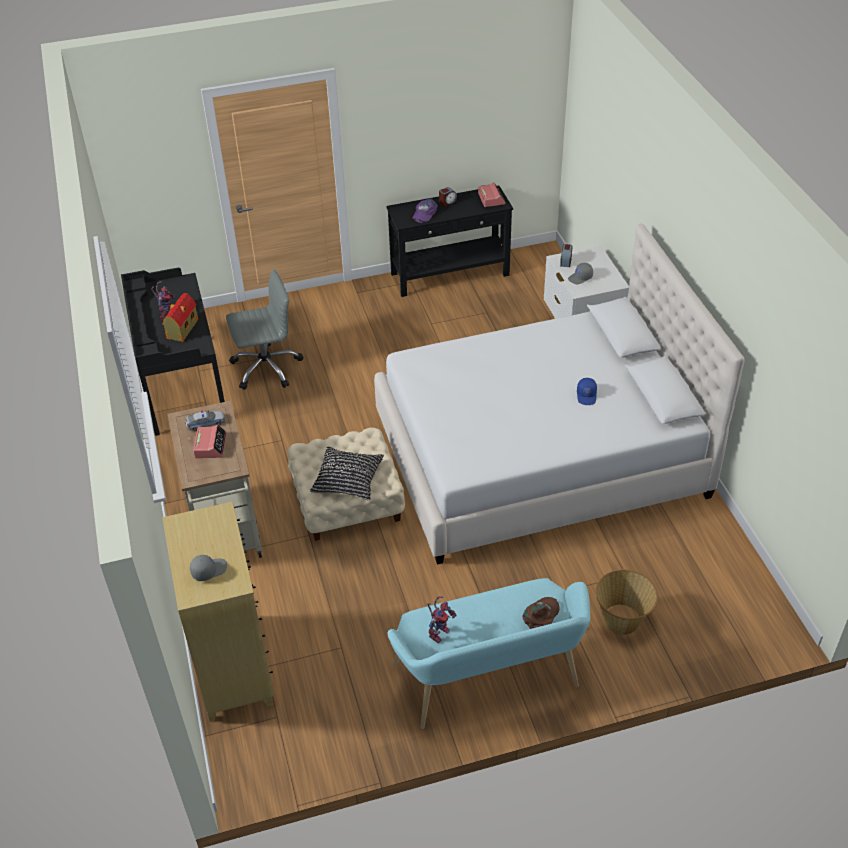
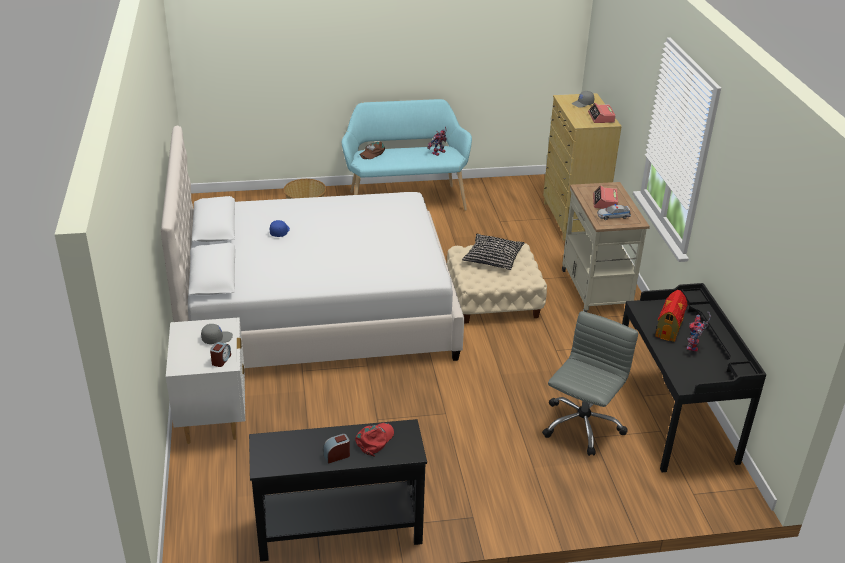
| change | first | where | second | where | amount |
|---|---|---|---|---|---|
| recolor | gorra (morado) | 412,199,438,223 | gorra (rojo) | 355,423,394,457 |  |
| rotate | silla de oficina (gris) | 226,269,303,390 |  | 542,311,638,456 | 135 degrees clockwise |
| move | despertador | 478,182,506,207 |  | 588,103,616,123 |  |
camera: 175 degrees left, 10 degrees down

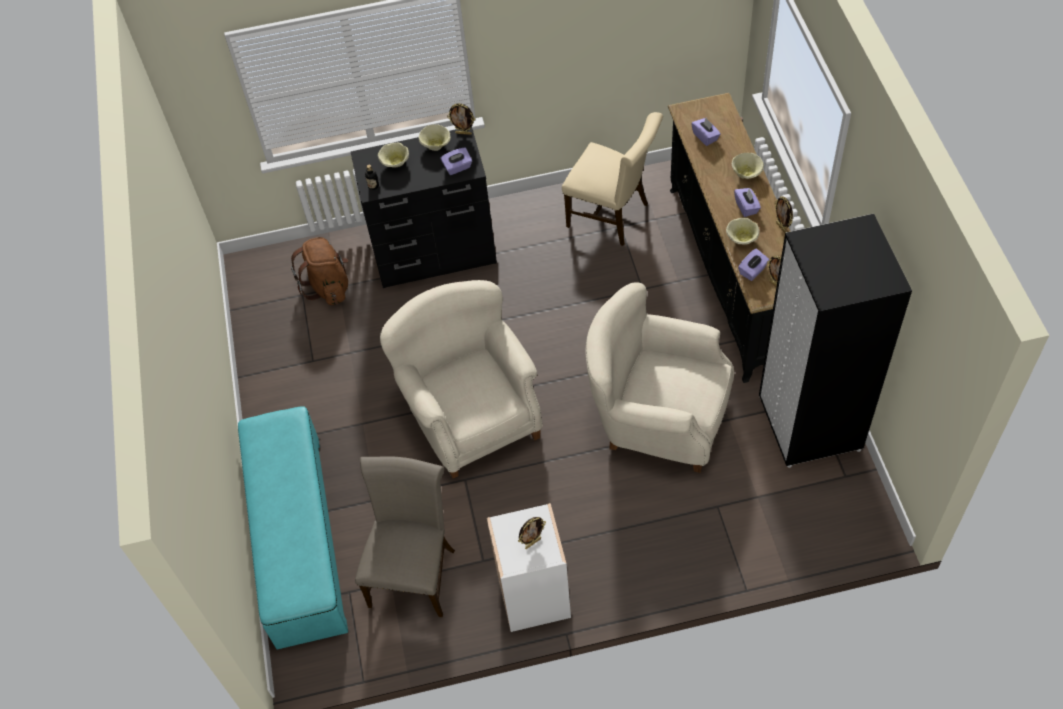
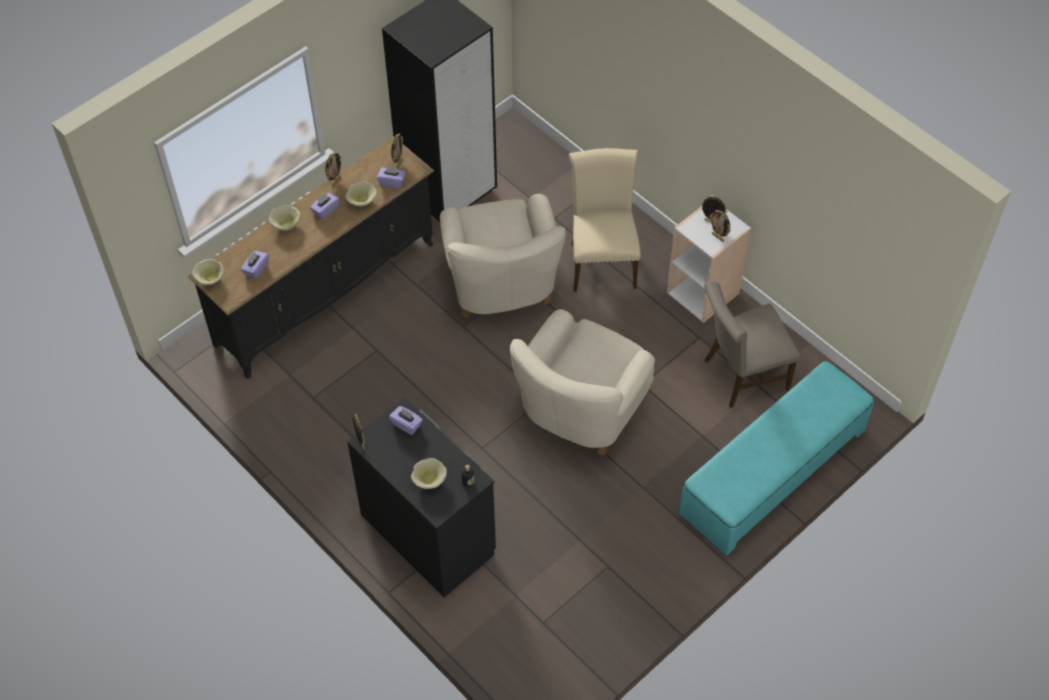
| change | first | where | second | where | amount |
|---|---|---|---|---|---|
| move | cuenco (beis) | 419,124,451,151 |  | 192,259,224,285 |  |
| move | silla (beis) | 562,112,663,246 |  | 569,148,641,292 |  |
| insert |  |  | portarretratos | 709,210,731,242 |  |
| delete | mochila (marrón) | 291,237,348,305 |  |  |  |
camera: 125 degrees left, 0 degrees up

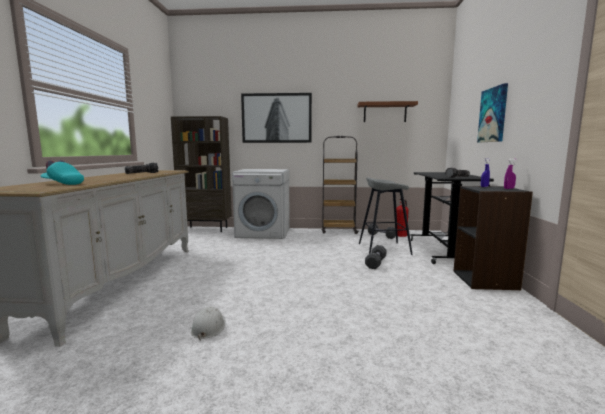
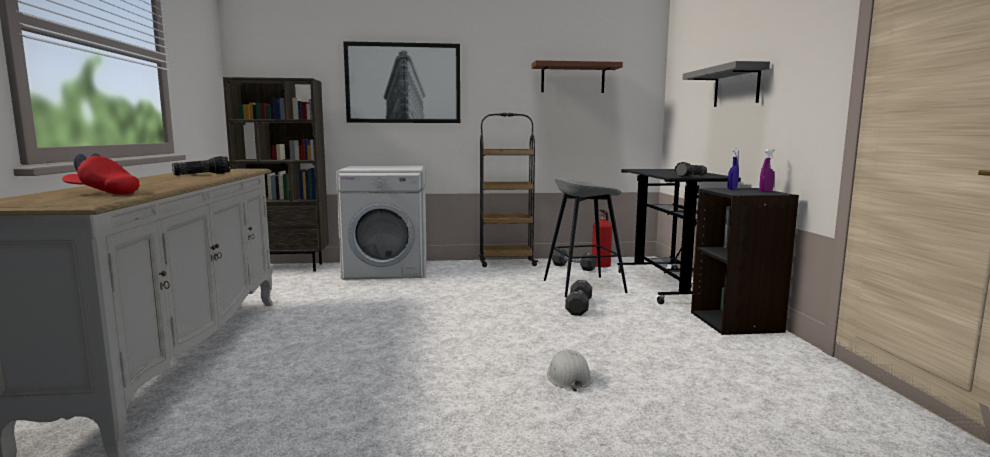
| change | first | where | second | where | amount |
|---|---|---|---|---|---|
| recolor | gorra (turquesa) | 41,160,84,185 | gorra (rojo) | 62,153,139,194 |  |
| move | casco (blanco) | 191,307,225,341 |  | 547,349,592,392 |  |
| replace | cuadro | 477,83,508,142 | estante (gris) | 683,61,770,107 |  |
camera: 10 degrees left, 0 degrees up

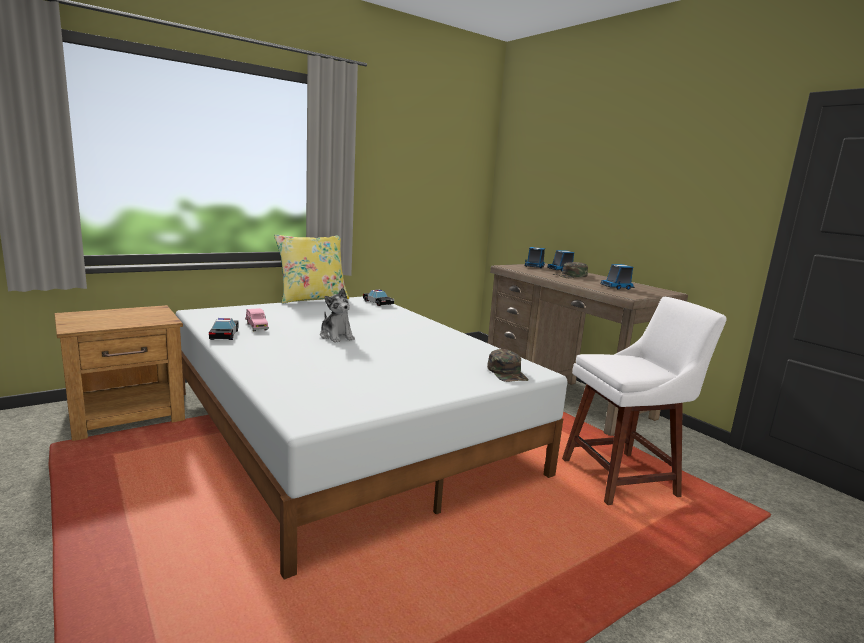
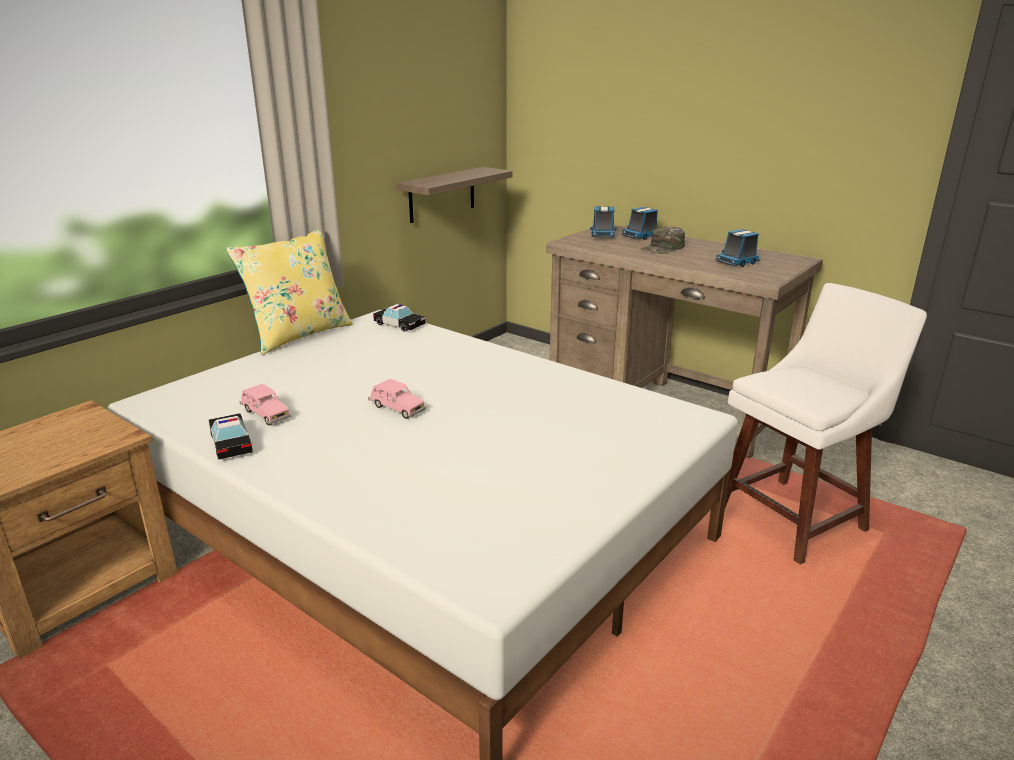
| change | first | where | second | where | amount |
|---|---|---|---|---|---|
| replace | peluche | 320,288,355,342 | coche de juguete (rosa) | 368,379,426,419 |  |
| insert |  |  | estante | 397,167,513,223 |  |
| delete | gorra (verde) | 487,349,529,382 |  |  |  |
camera: 15 degrees left, 10 degrees up

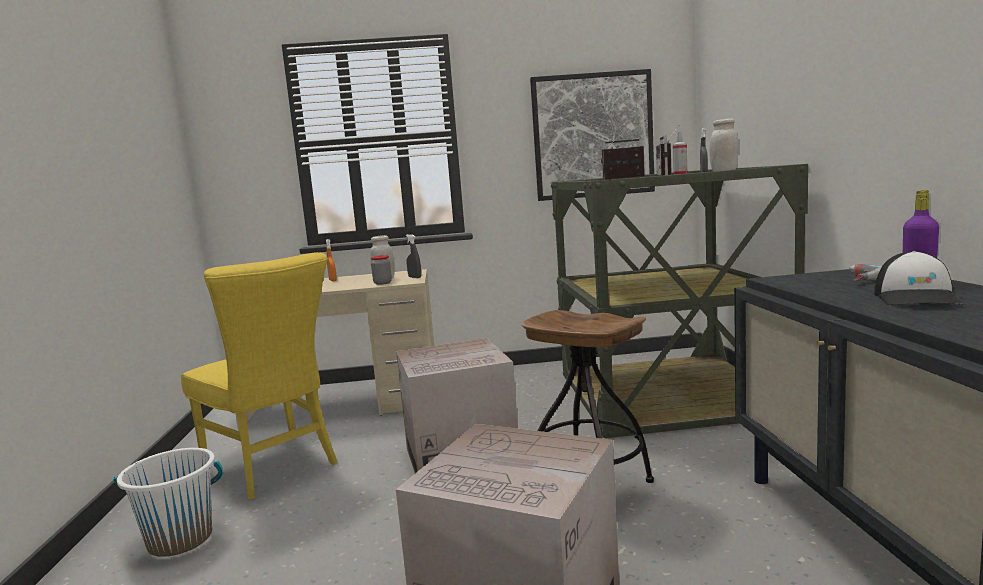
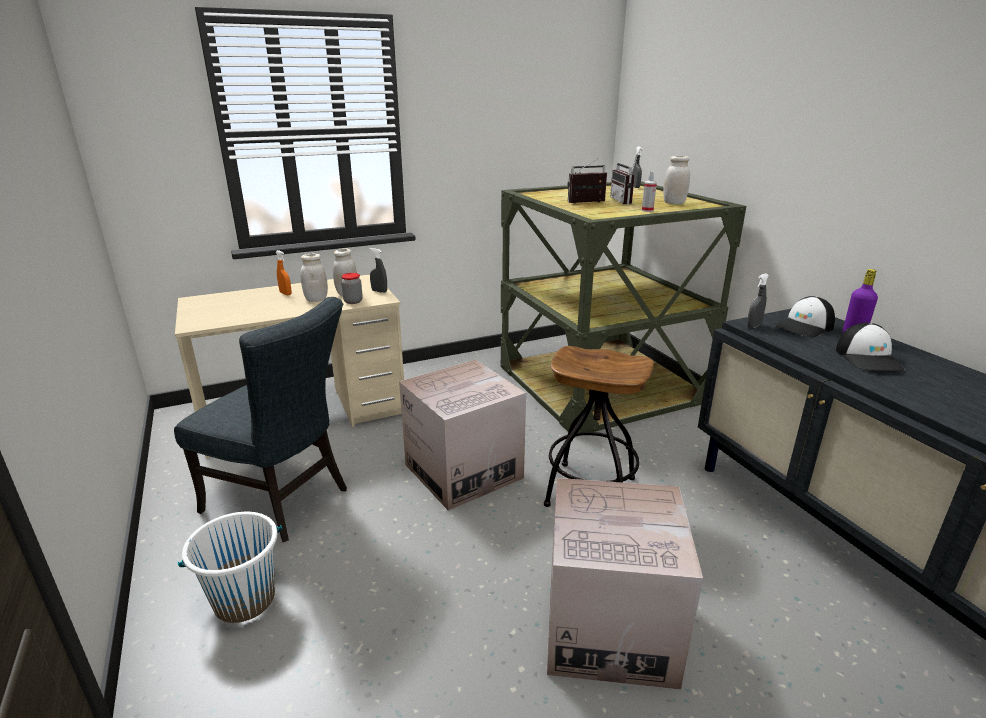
| change | first | where | second | where | amount |
|---|---|---|---|---|---|
| recolor | silla (amarillo) | 181,252,338,499 | silla (gris) | 174,297,347,542 |  |
| insert |  |  | tarro (blanco) | 300,254,328,302 |  |
| insert |  |  | pulverizador (gris) | 747,273,769,328 |  |
| replace | taladro | 849,264,882,282 | gorra | 774,296,835,338 |  |
| delete | cuadro | 530,69,655,201 |  |  |  |
camera: 20 degrees left, 15 degrees up

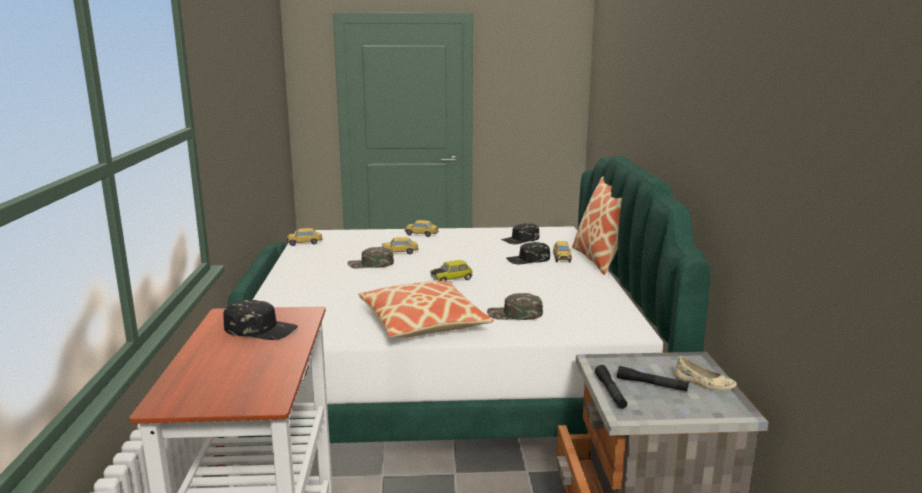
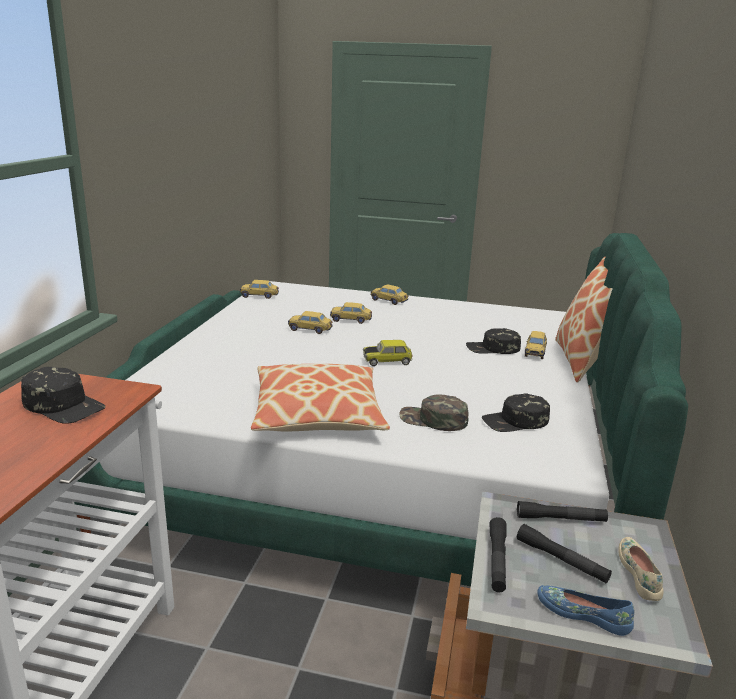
| change | first | where | second | where | amount |
|---|---|---|---|---|---|
| replace | gorra (verde) | 348,247,394,269 | coche de juguete | 288,311,332,334 |  |
| move | gorra (negro) | 501,223,539,244 |  | 482,393,550,432 |  |
| insert |  |  | linterna (negro) | 517,501,608,522 |  |
| insert |  |  | zapato (azul) | 537,585,634,636 |  |
| rotate | zapato (beis) | 674,356,737,391 |  | 618,537,664,601 | 135 degrees counterclockwise |
camera: 15 degrees right, 5 degrees up

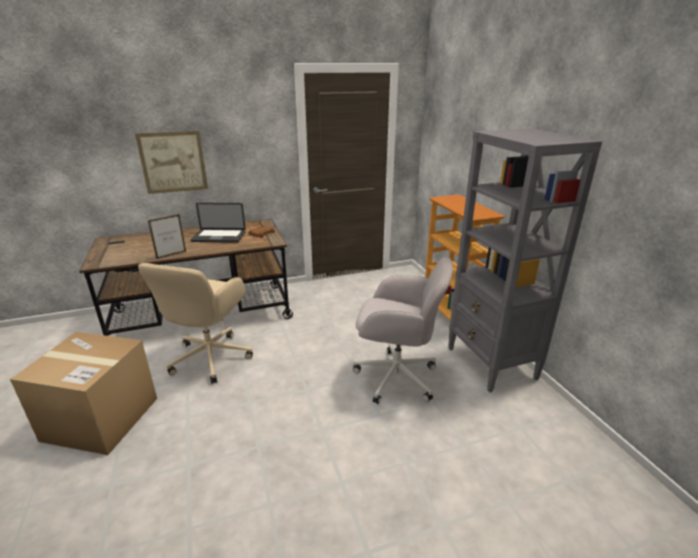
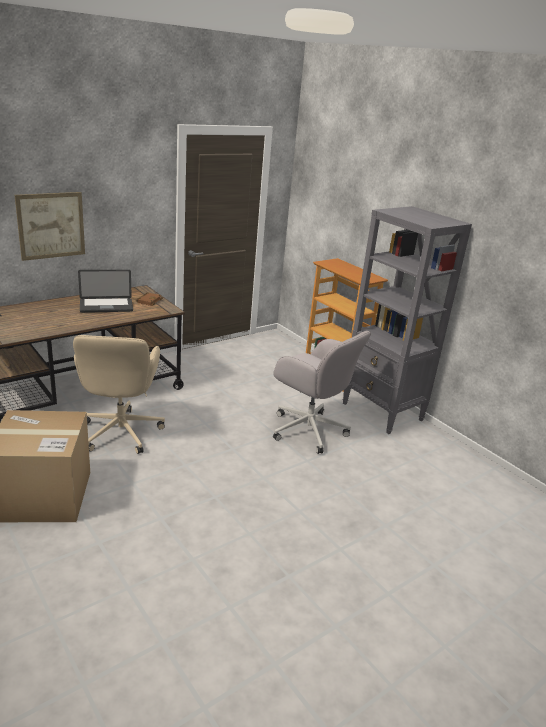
| change | first | where | second | where | amount |
|---|---|---|---|---|---|
| rotate | silla de oficina (gris) | 353,257,453,404 |  | 273,331,371,454 | 45 degrees clockwise |
| delete | portarretratos | 148,214,186,259 |  |  |  |
camera: 20 degrees left, 0 degrees up

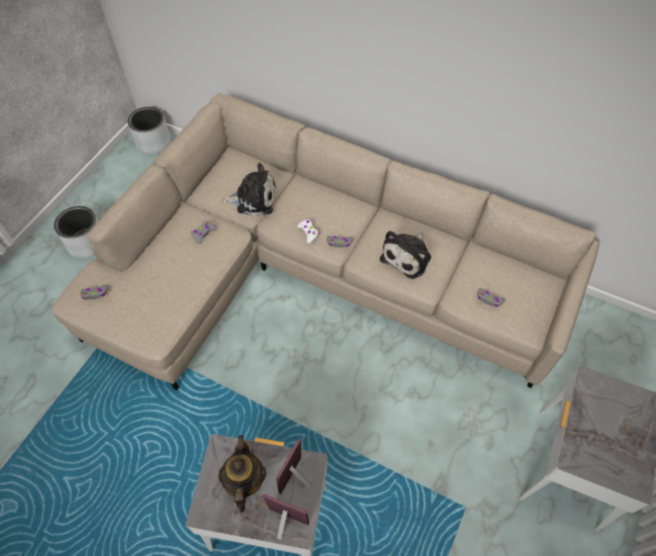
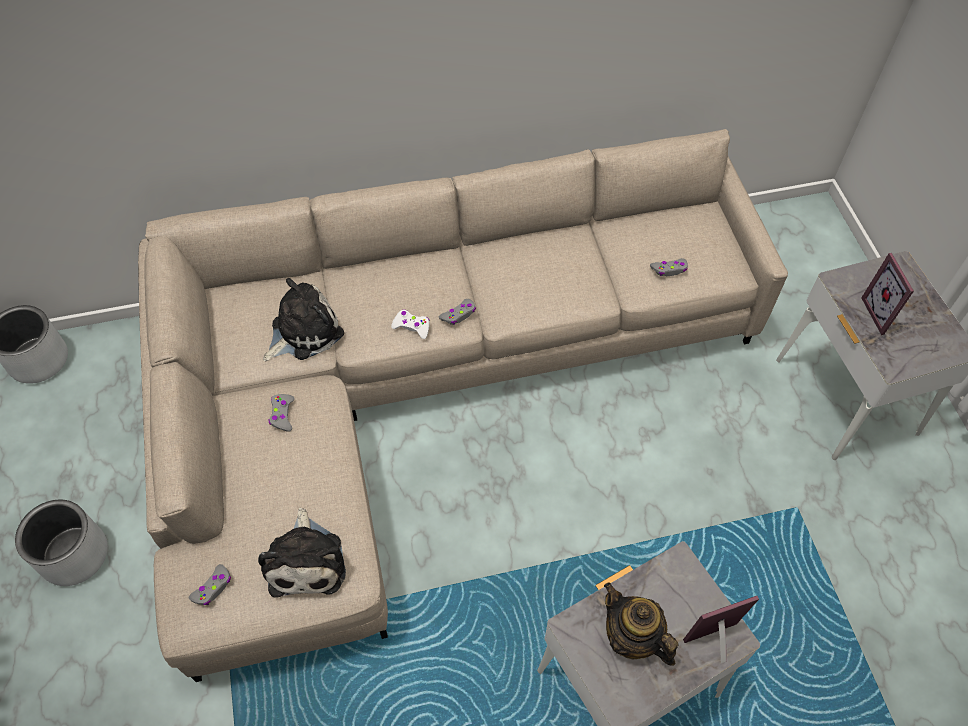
| change | first | where | second | where | amount |
|---|---|---|---|---|---|
| move | peluche | 380,231,431,279 |  | 258,508,346,598 |  |
| move | portarretratos | 276,438,311,494 |  | 861,253,914,335 |  |
camera: 40 degrees left, 0 degrees up

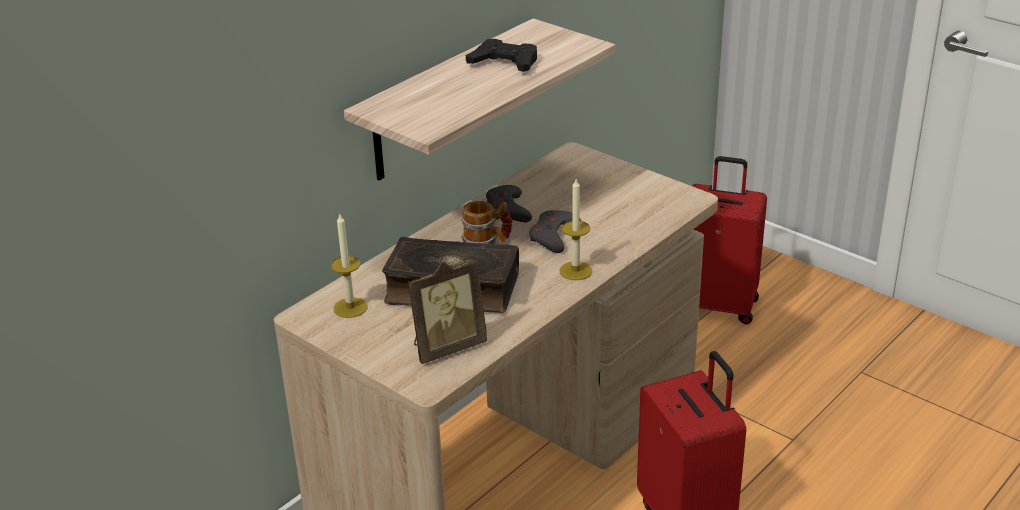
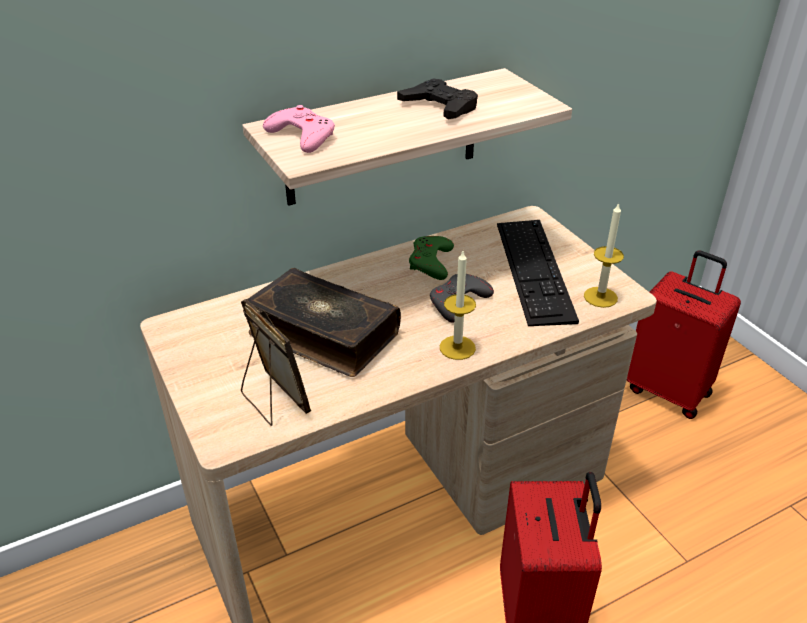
| change | first | where | second | where | amount |
|---|---|---|---|---|---|
| rotate | portarretratos | 408,259,487,364 |  | 241,299,311,426 | 120 degrees counterclockwise |
| insert |  |  | mando de consola (rosa) | 263,105,335,153 |  |
| recolor | mando de consola (gris) | 486,185,532,222 | mando de consola (verde) | 409,236,454,280 |  |
| insert |  |  | teclado | 497,220,579,326 |  |
| move | vela | 331,214,367,318 |  | 584,203,624,308 |  |
| delete | taza grande | 461,201,513,244 |  |  |  |
camera: 20 degrees right, 5 degrees up

